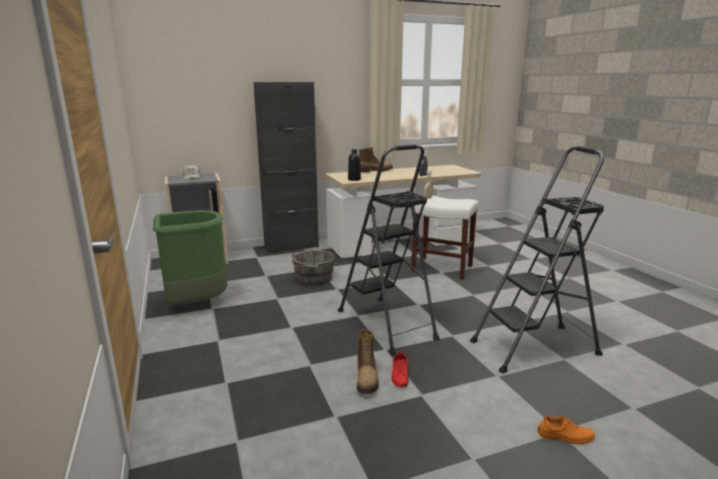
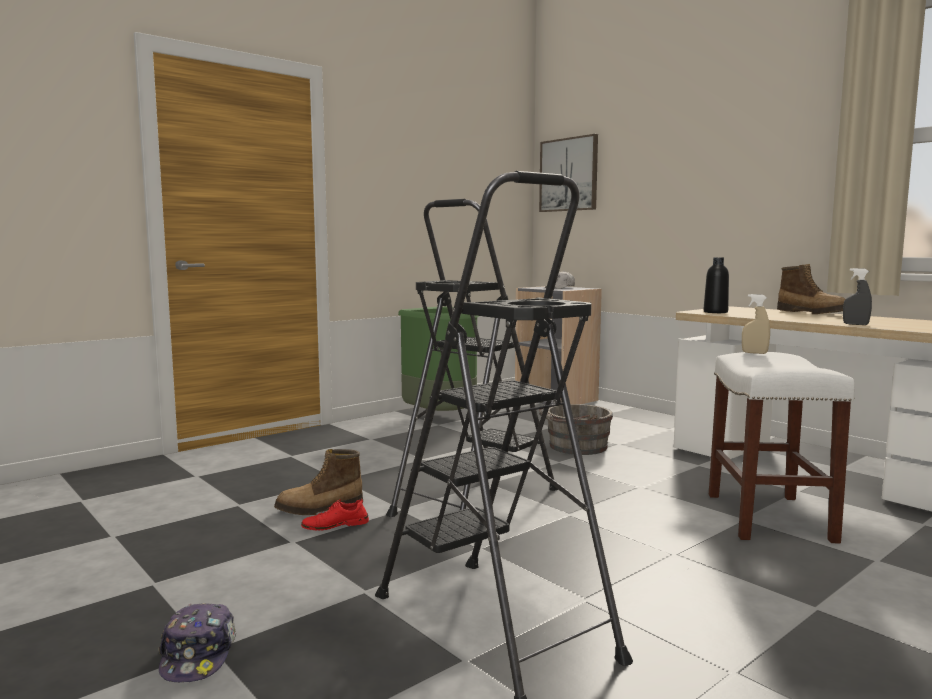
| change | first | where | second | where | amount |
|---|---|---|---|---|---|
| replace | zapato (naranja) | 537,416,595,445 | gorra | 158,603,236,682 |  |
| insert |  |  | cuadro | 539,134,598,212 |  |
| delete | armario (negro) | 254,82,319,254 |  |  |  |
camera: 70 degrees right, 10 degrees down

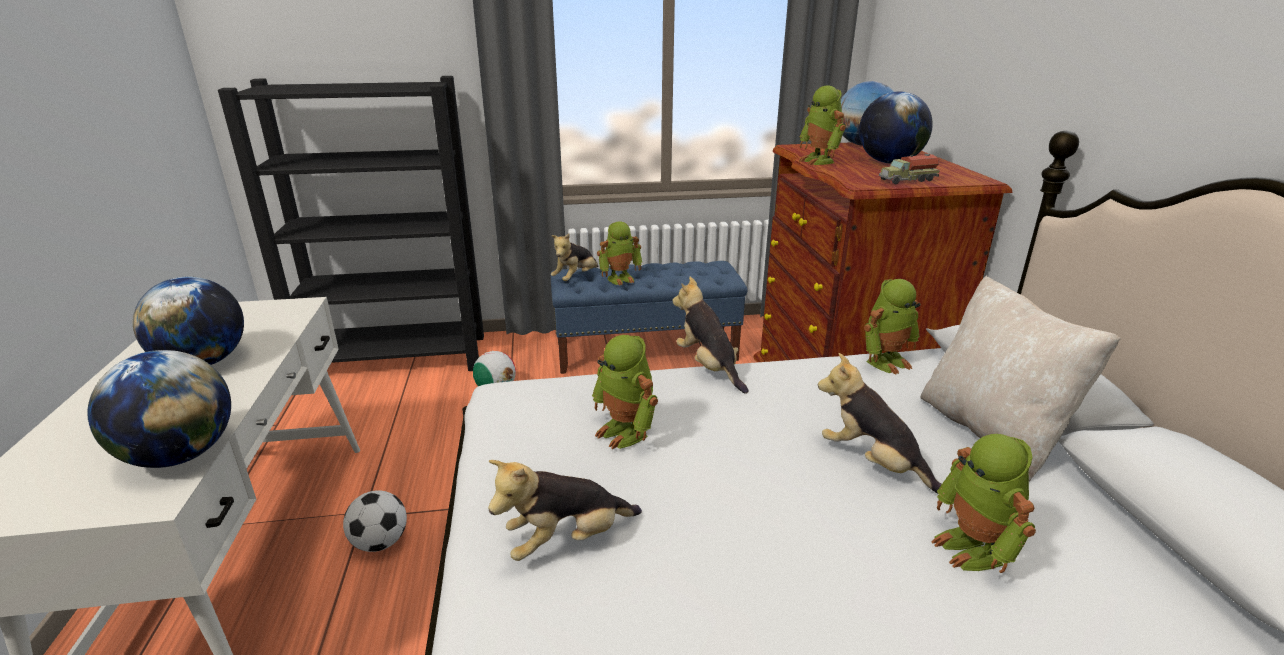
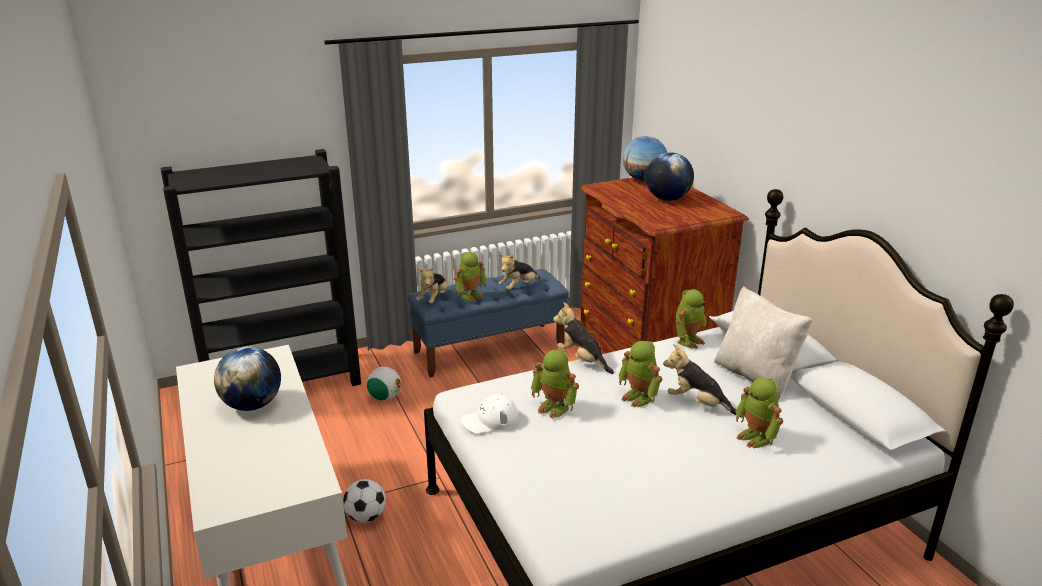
| change | first | where | second | where | amount |
|---|---|---|---|---|---|
| insert |  |  | gorra (blanco) | 461,395,518,433 |  |
| move | peluche | 488,460,642,561 |  | 499,255,540,290 |  |
| move | robot de juguete | 799,86,846,165 |  | 618,341,662,407 |  |
| delete | globo terráqueo | 88,350,231,468 |  |  |  |
| delete | camión de juguete | 879,154,940,185 |  |  |  |
camera: 15 degrees left, 0 degrees up

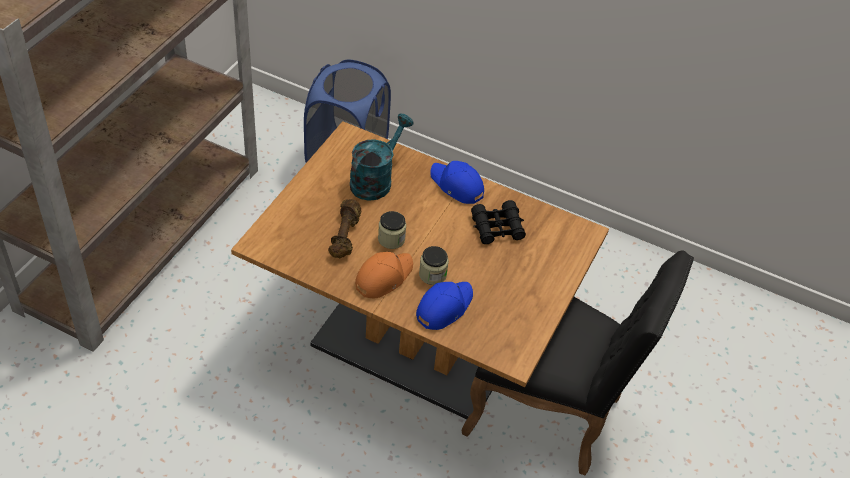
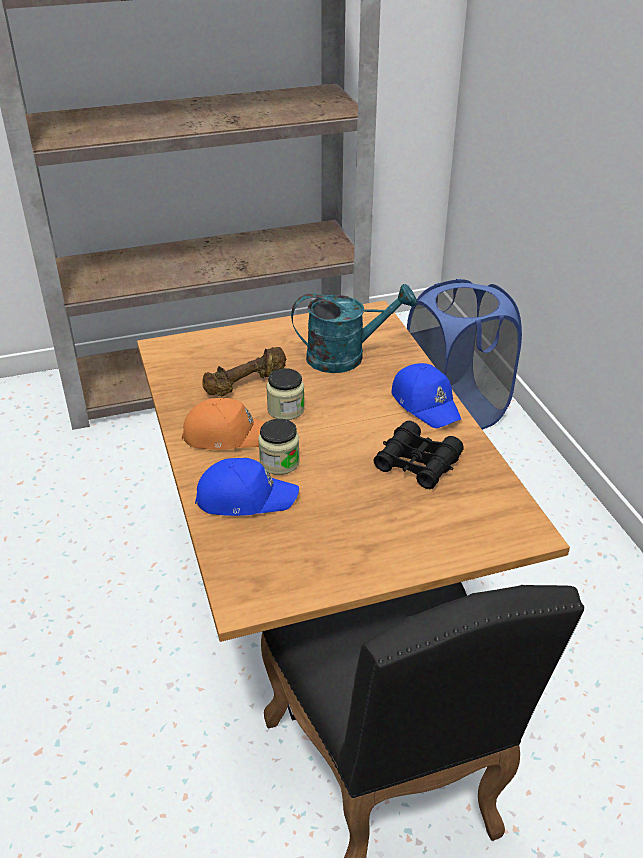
| change | first | where | second | where | amount |
|---|---|---|---|---|---|
| rotate | gorra (azul) | 430,161,484,204 |  | 392,363,461,428 | 150 degrees clockwise |
camera: 50 degrees right, 10 degrees down

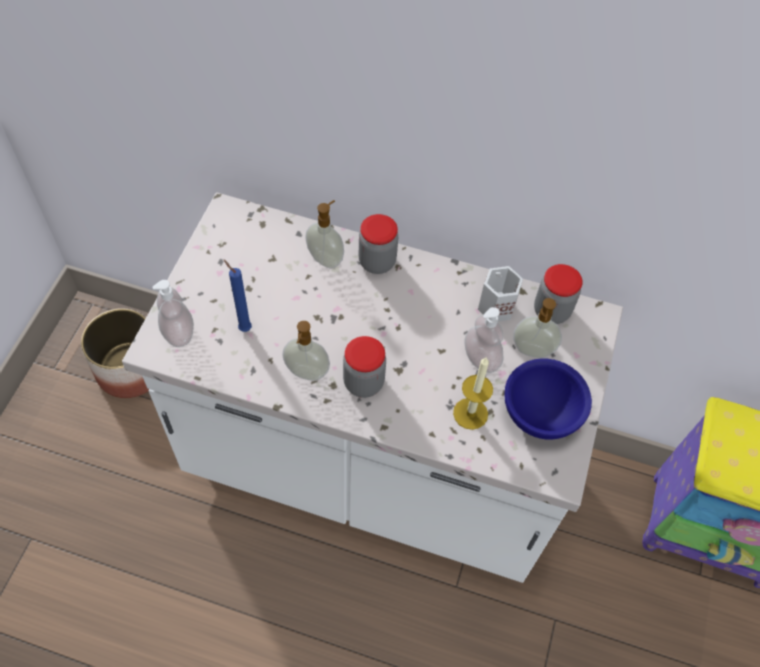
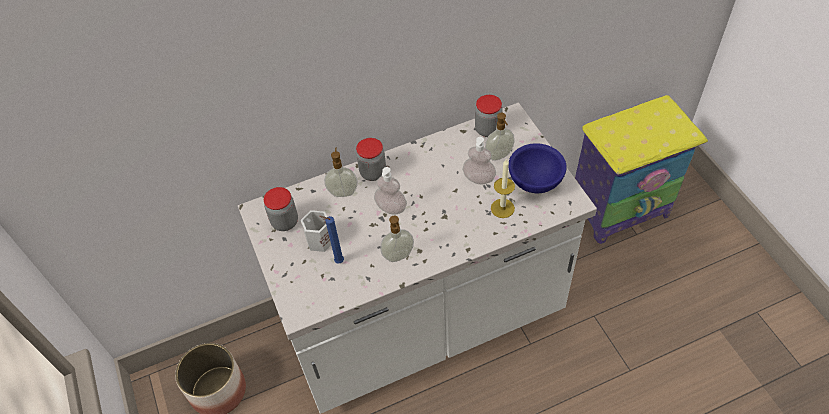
| change | first | where | second | where | amount |
|---|---|---|---|---|---|
| move | tarro | 343,336,386,398 |  | 264,187,298,231 |  |
| move | taza grande (blanco) | 478,266,523,322 |  | 301,210,331,252 |  |
| move | dispensador de jabón | 152,280,194,347 |  | 374,167,407,215 |  |
camera: 35 degrees left, 5 degrees down

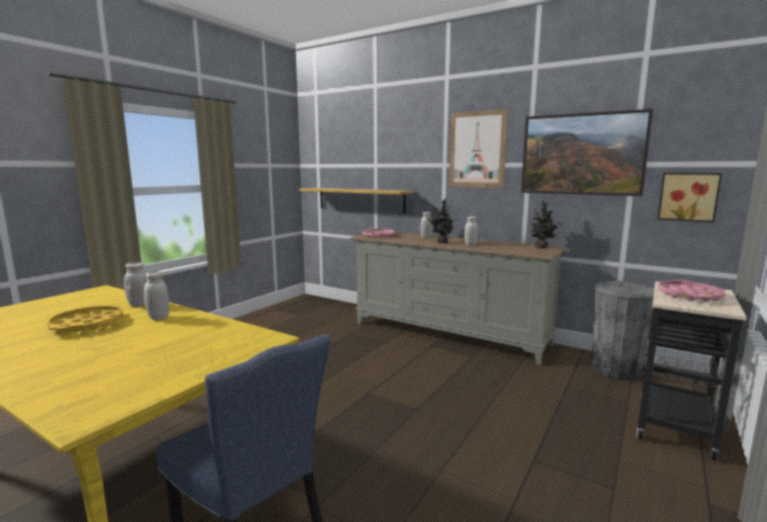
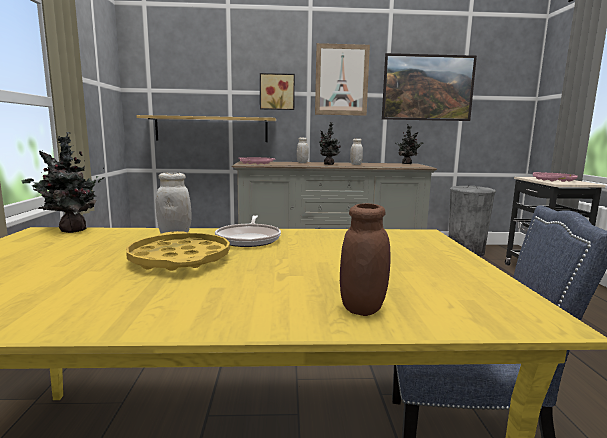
| change | first | where | second | where | amount |
|---|---|---|---|---|---|
| insert |  |  | planta en maceta | 21,132,104,233 |  |
| replace | tarro (blanco) | 144,271,170,320 | sartén | 215,215,281,247 |  |
| move | cuadro | 657,173,722,223 |  | 260,73,295,110 |  |
| insert |  |  | tarro (marrón) | 340,203,391,316 |  |
camera: 35 degrees left, 0 degrees up

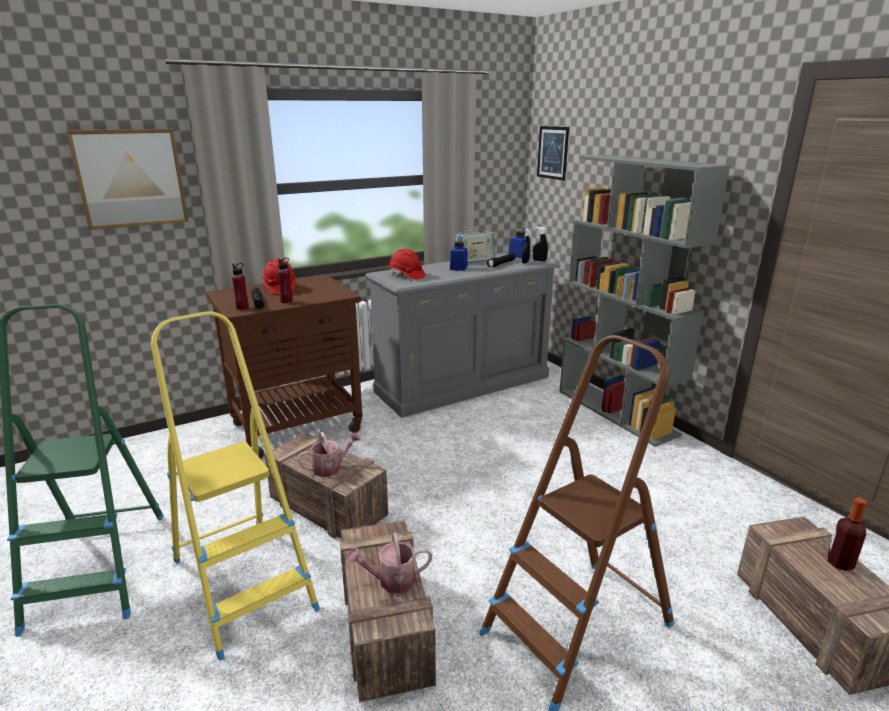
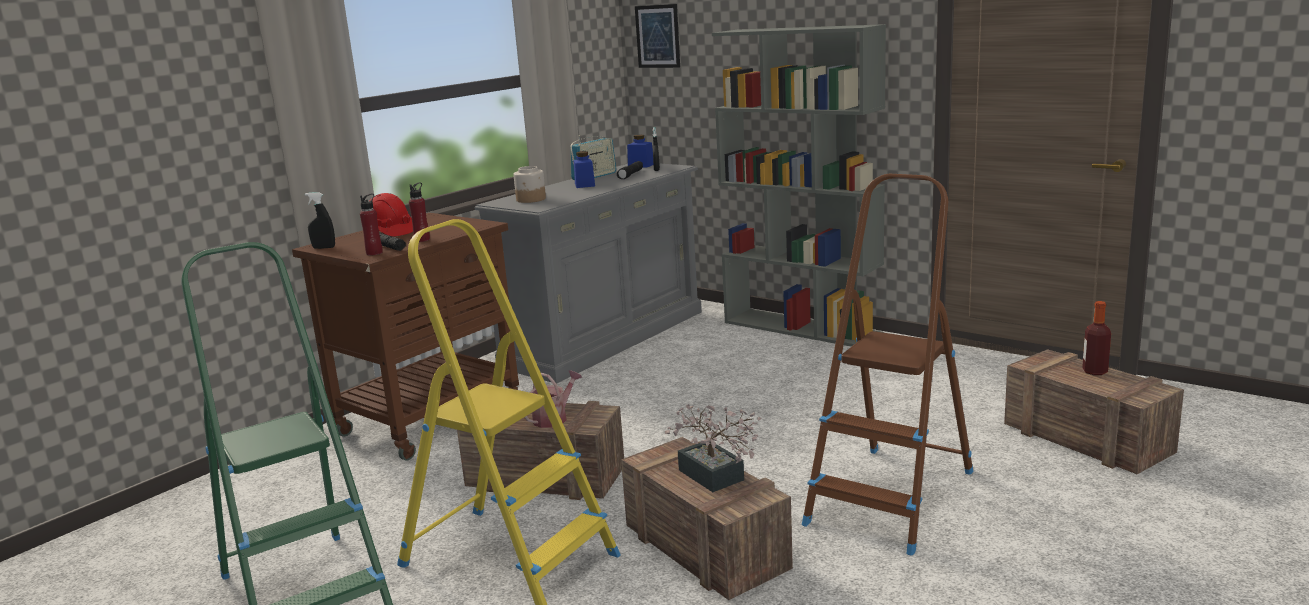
| change | first | where | second | where | amount |
|---|---|---|---|---|---|
| move | pulverizador (negro) | 533,227,548,261 |  | 305,192,335,249 |  |
| replace | casco (rojo) | 389,249,426,279 | tarro | 513,166,546,203 |  |
| replace | regadera | 346,533,432,593 | planta en maceta | 665,404,762,492 |  |
| delete | cuadro | 66,129,189,230 |  |  |  |
camera: 20 degrees left, 5 degrees down

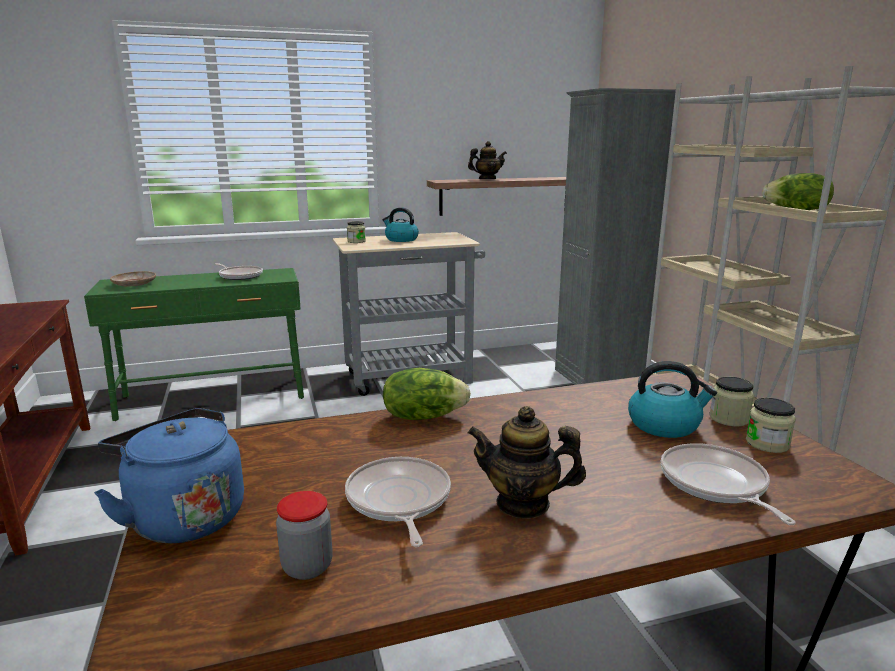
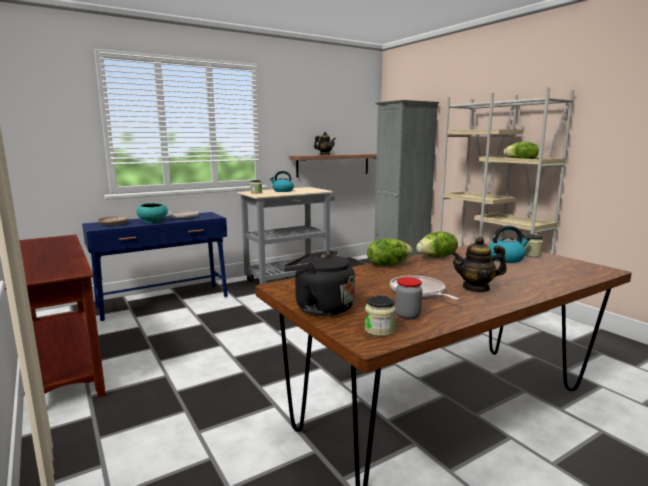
| change | first | where | second | where | amount |
|---|---|---|---|---|---|
| recolor | mesa consola (verde) | 84,268,304,421 | mesa consola (azul) | 82,212,228,321 |  |
| insert |  |  | cuenco (turquesa) | 136,203,168,223 |  |
| recolor | hervidor (azul) | 94,408,244,543 | hervidor (negro) | 283,250,355,316 |  |
| move | tarro | 746,398,796,453 |  | 365,295,396,336 |  |
| insert |  |  | lechuga | 416,232,458,258 |  |
| delete | sartén | 660,443,796,525 |  |  |  |
camera: 15 degrees left, 5 degrees down

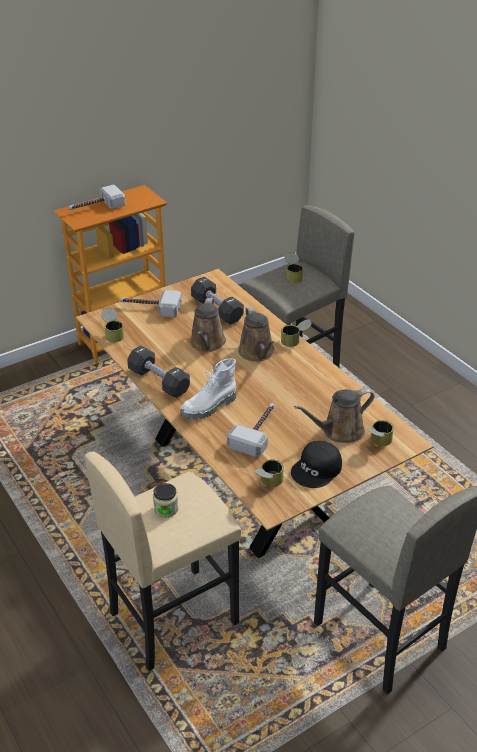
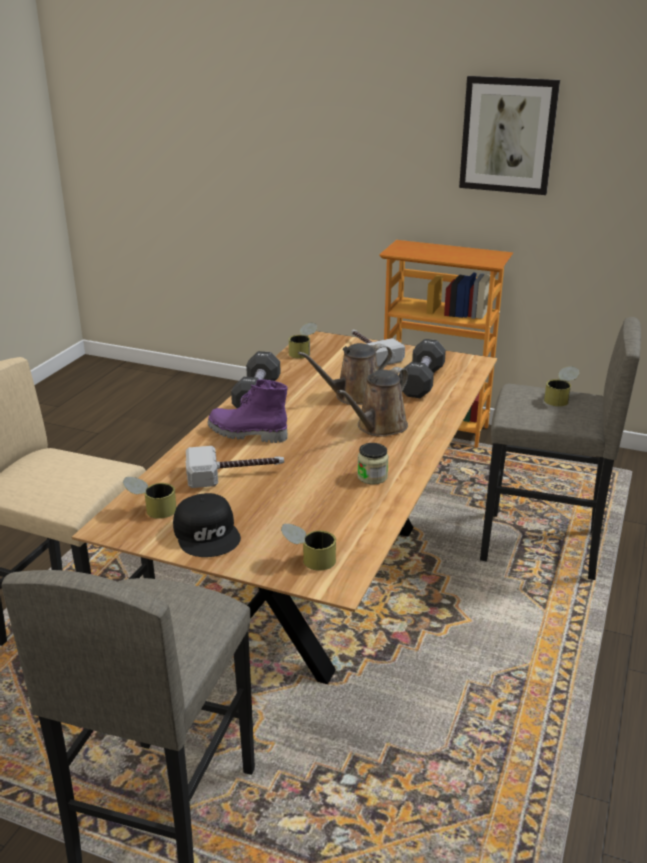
| change | first | where | second | where | amount |
|---|---|---|---|---|---|
| rotate | gorra (negro) | 291,441,342,488 |  | 173,493,241,557 | 120 degrees counterclockwise |
| recolor | bota (blanco) | 180,359,236,419 | bota (morado) | 207,380,288,443 |  |
| move | tarro | 153,483,178,518 |  | 357,443,389,485 |  |
| insert |  |  | cuadro | 459,76,560,195 |  |
| delete | martillo | 68,185,125,210 |  |  |  |
| delete | lata | 281,320,312,347 |  |  |  |
| delete | regadera (marrón) | 294,388,375,443 |  |  |  |
camera: 55 degrees right, 10 degrees down

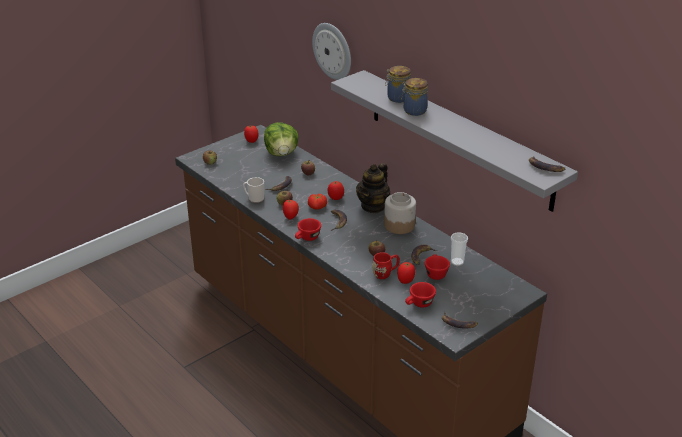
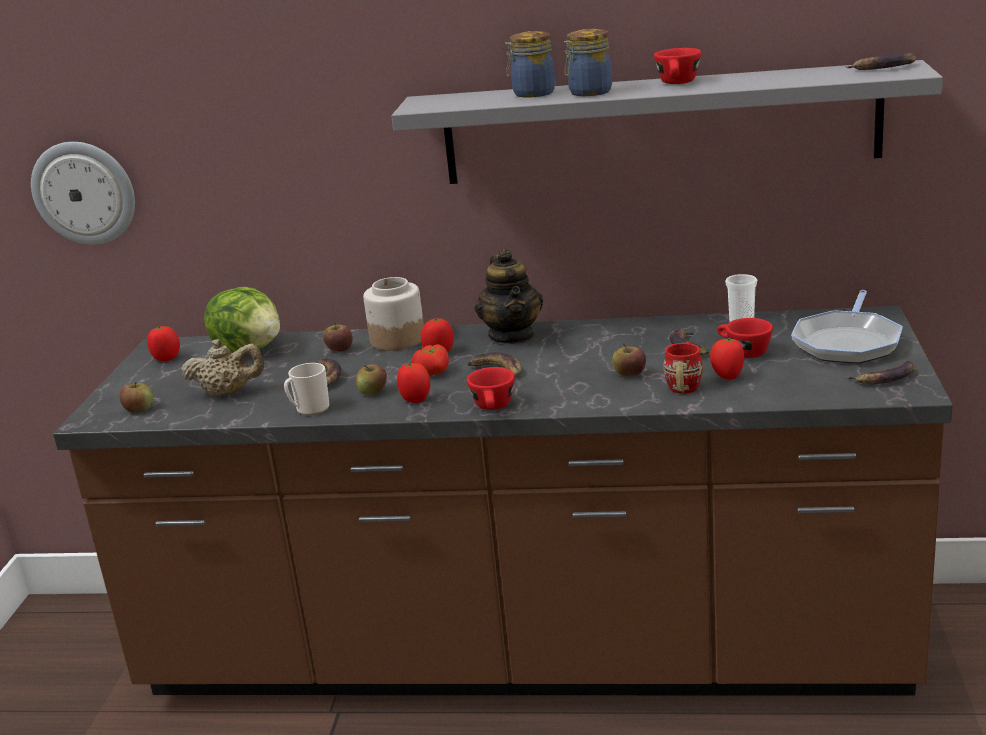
| change | first | where | second | where | amount |
|---|---|---|---|---|---|
| move | reloj de pared | 312,23,351,80 |  | 31,142,135,245 |  |
| insert |  |  | tetera (beis) | 181,339,264,397 |  |
| move | tarro | 384,192,416,234 |  | 363,277,424,351 |  |
| move | taza (rojo) | 405,282,436,308 |  | 654,48,701,84 |  |
| insert |  |  | sartén | 791,290,903,364 |  |
camera: 40 degrees left, 10 degrees down

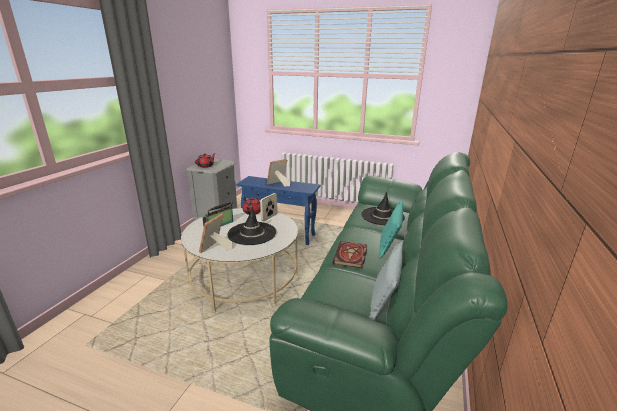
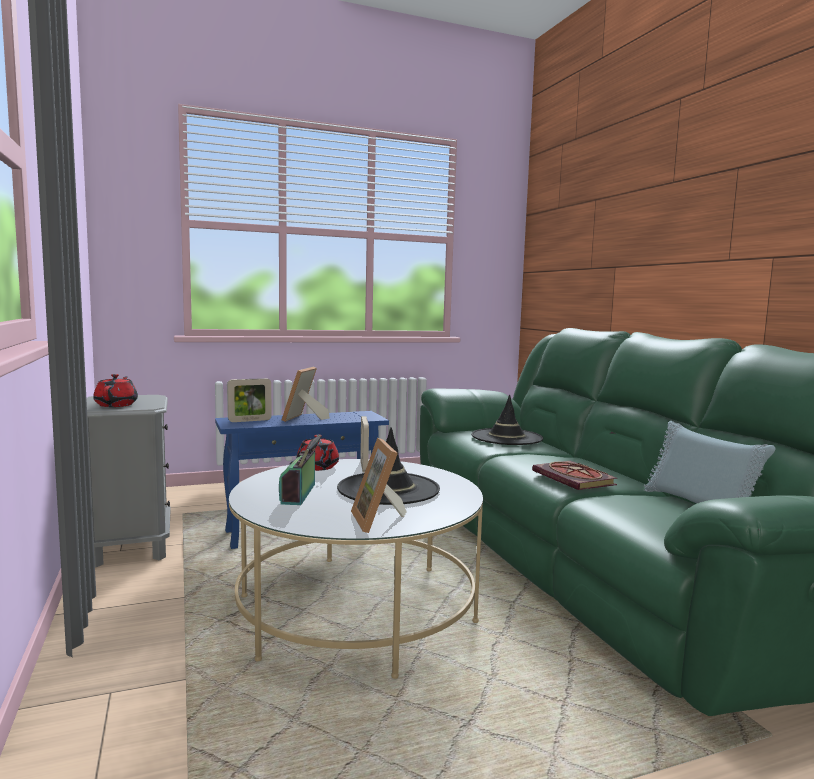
| change | first | where | second | where | amount |
|---|---|---|---|---|---|
| insert |  |  | portarretratos | 227,378,271,422 |  |
| delete | cojín (turquesa) | 379,201,403,258 |  |  |  |
camera: 40 degrees left, 15 degrees down

